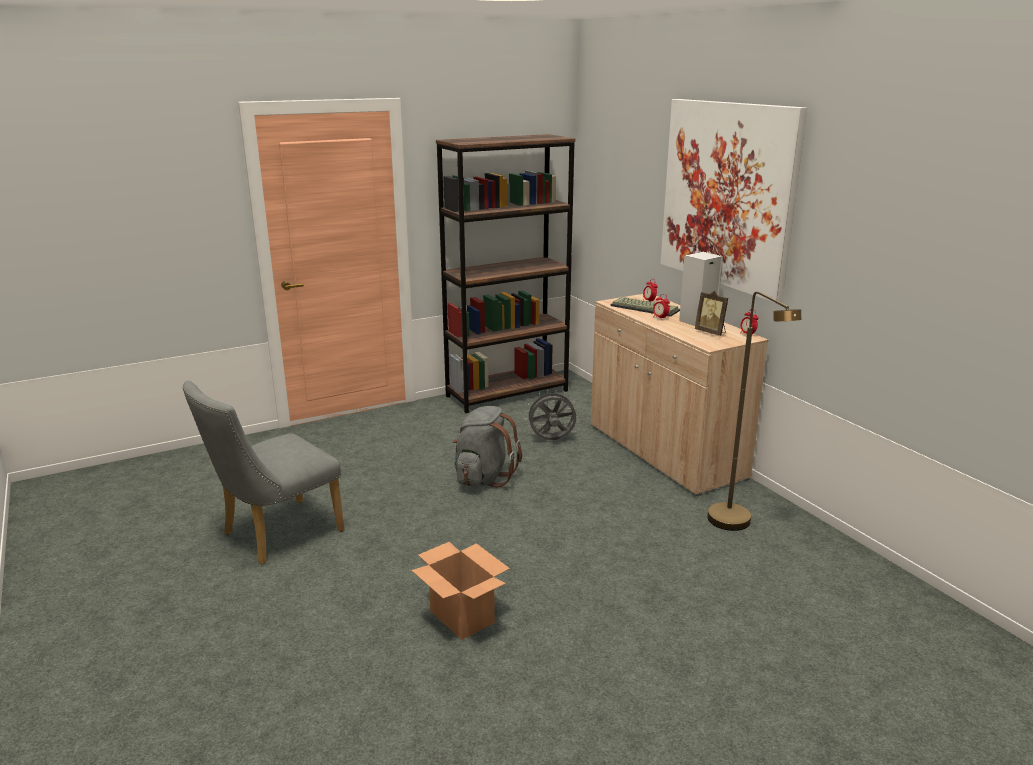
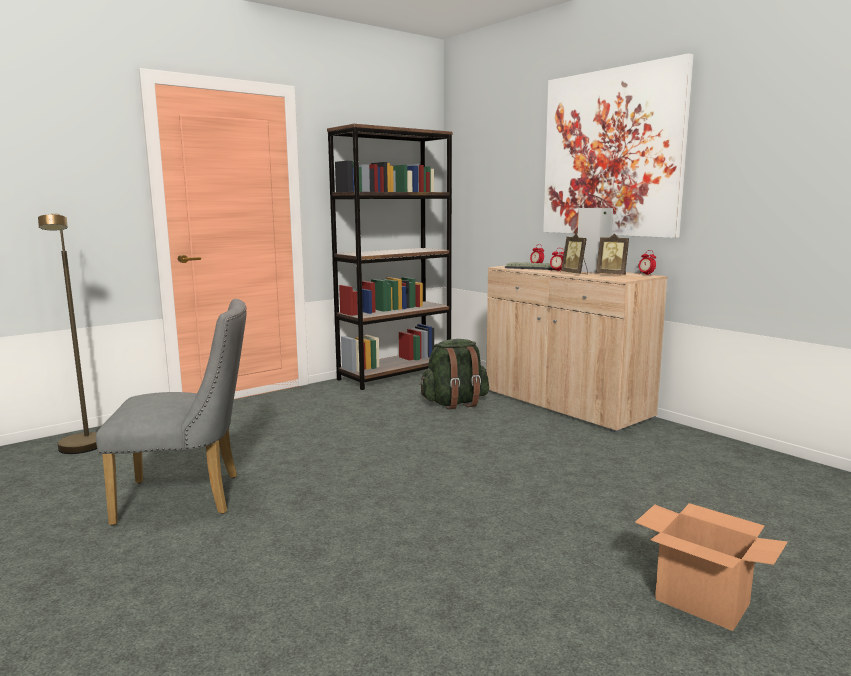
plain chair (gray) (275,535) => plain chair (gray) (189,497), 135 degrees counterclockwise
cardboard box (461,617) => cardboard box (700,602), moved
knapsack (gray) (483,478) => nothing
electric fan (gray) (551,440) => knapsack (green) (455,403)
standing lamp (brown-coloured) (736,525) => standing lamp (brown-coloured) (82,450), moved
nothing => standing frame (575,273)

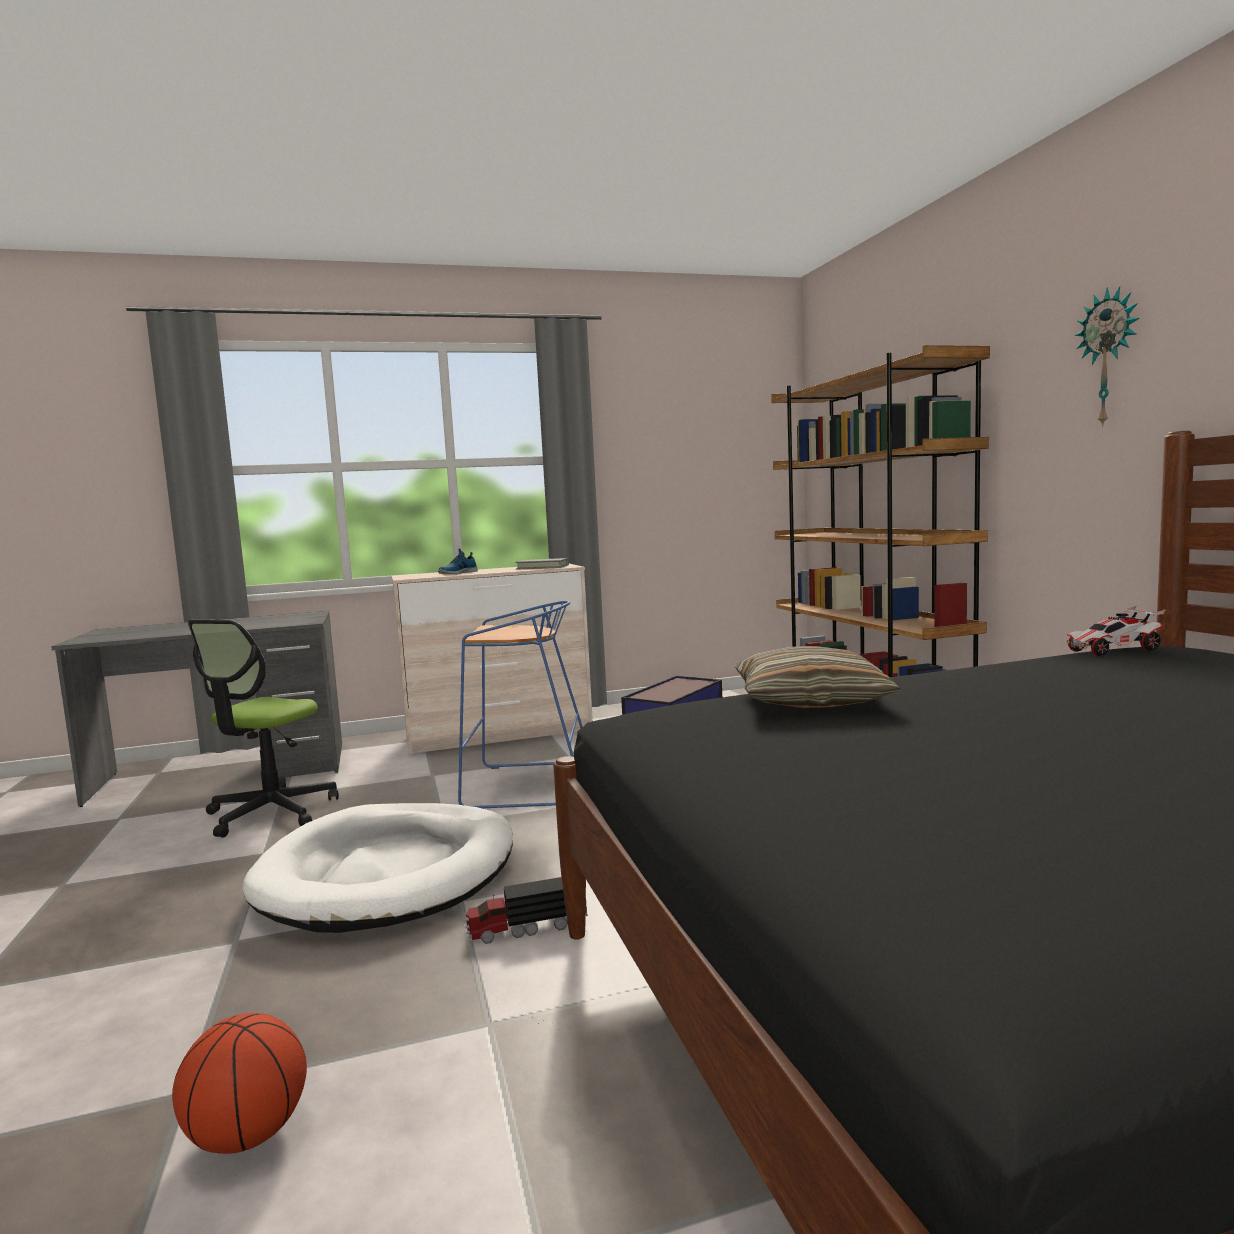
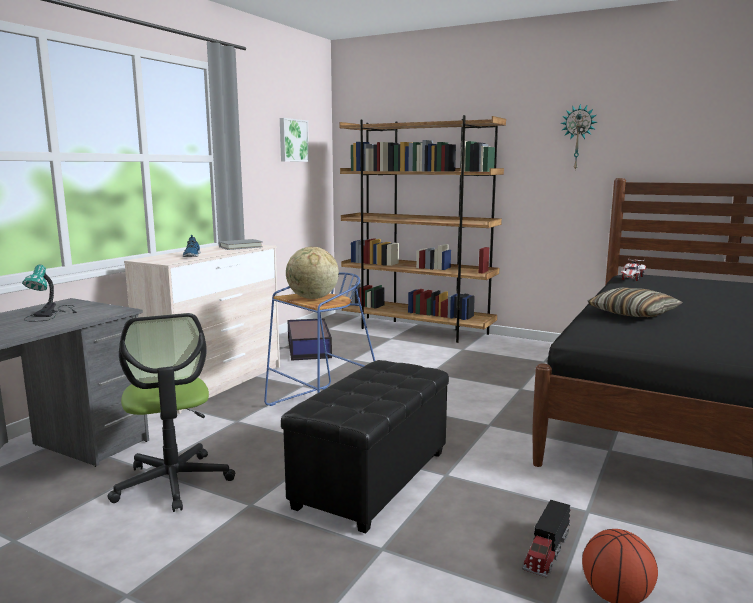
dog bed (white-coloured) (389,873) => ottoman (blackish) (371,479)
toy truck (526,928) => toy truck (546,551), moved
nothing => lamp for a table (52,313)
nothing => wall picture (292,140)
nothing => world globe (312,298)

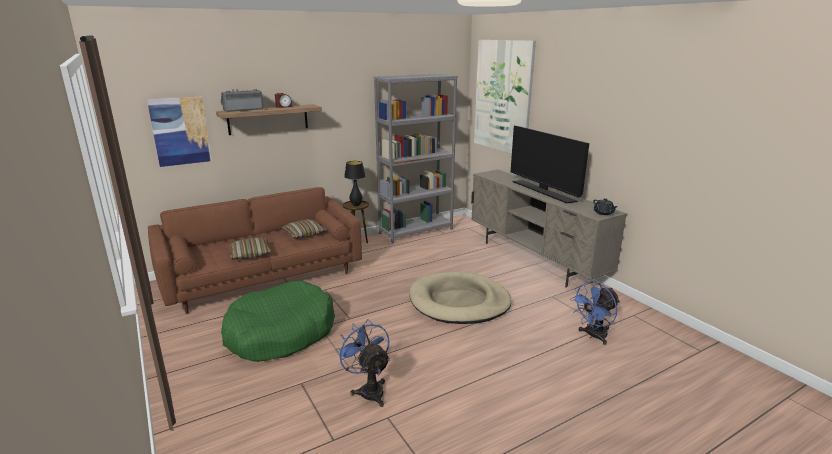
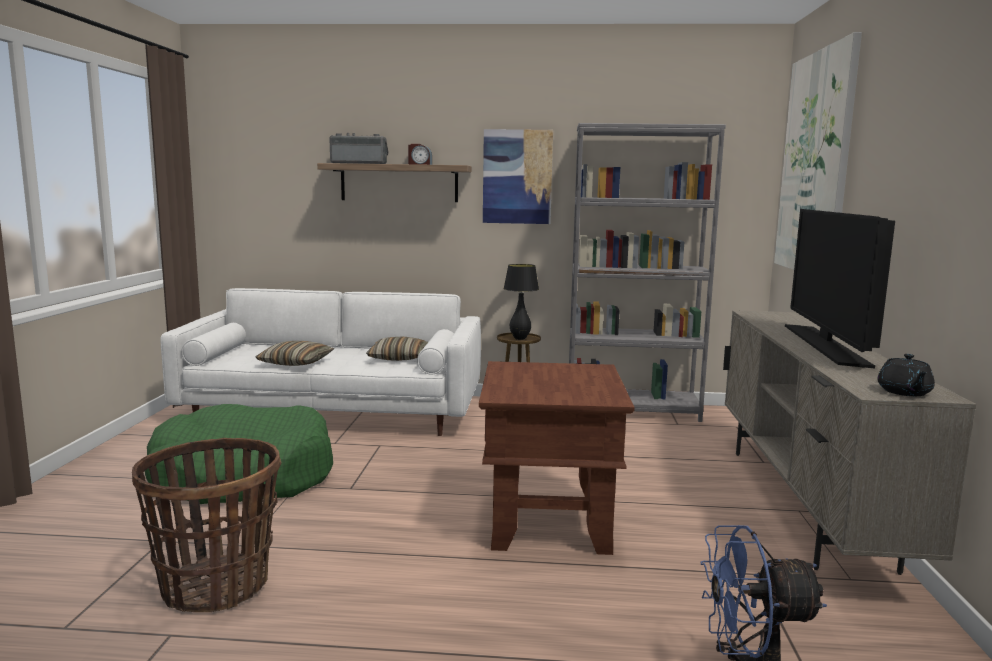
wall picture (180,131) => wall picture (517,177), moved
settee (brown-coloured) (262,276) => settee (white-coloured) (335,411)
electric fan (blue-coloured) (369,389) => household basket (216,585)
dog bed (sand-coloured) (459,302) => accent table (brown-coloured) (548,521)

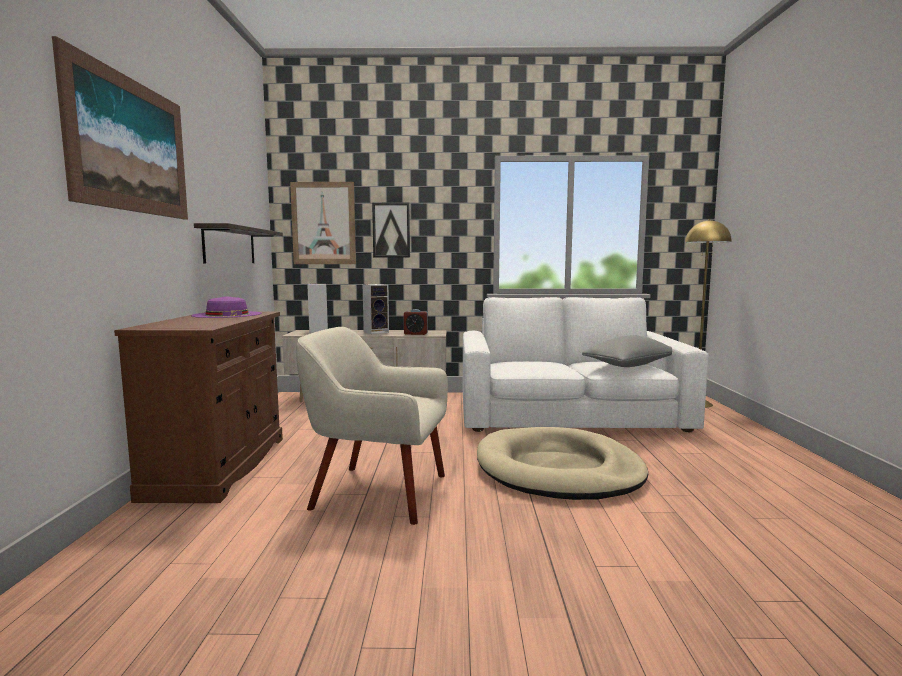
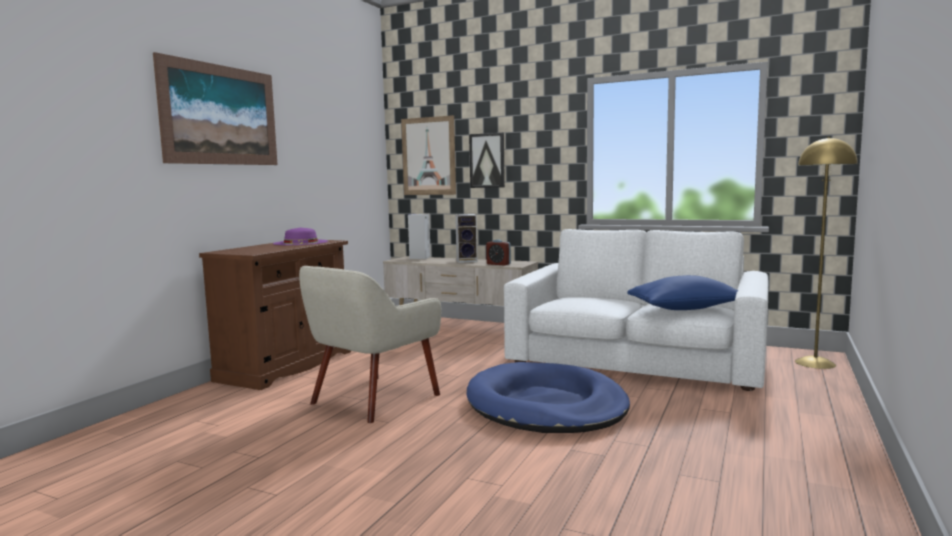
shelf (230,246) => nothing
lounge chair (sand-coloured) (377,491) => lounge chair (sand-coloured) (373,399), 90 degrees counterclockwise
dog bed (sand-coloured) (558,470) => dog bed (blue-coloured) (546,405)
pillow (gray) (631,366) => pillow (blue-coloured) (685,309)

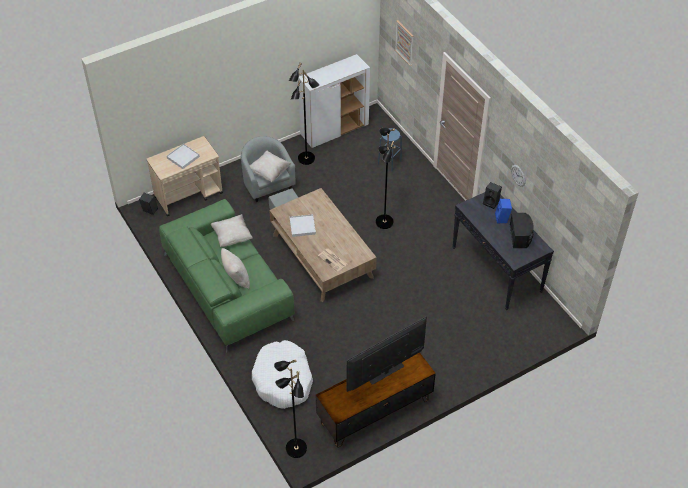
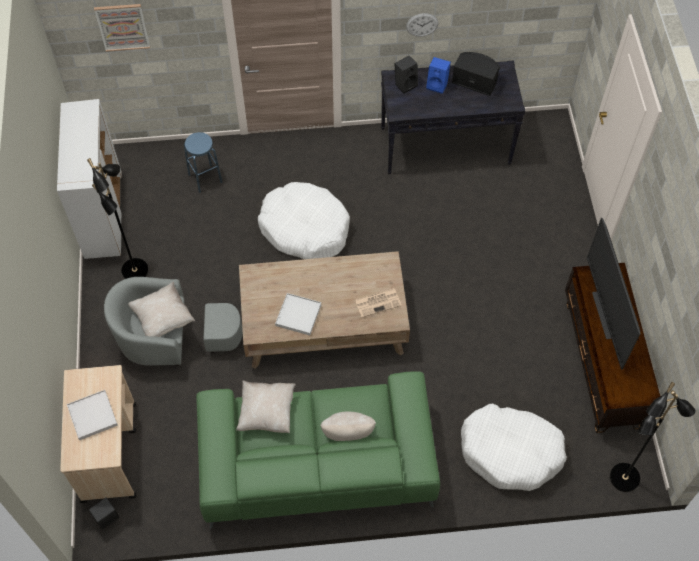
standing lamp (blackish) (383,222) => dog bed (white-coloured) (305,228)

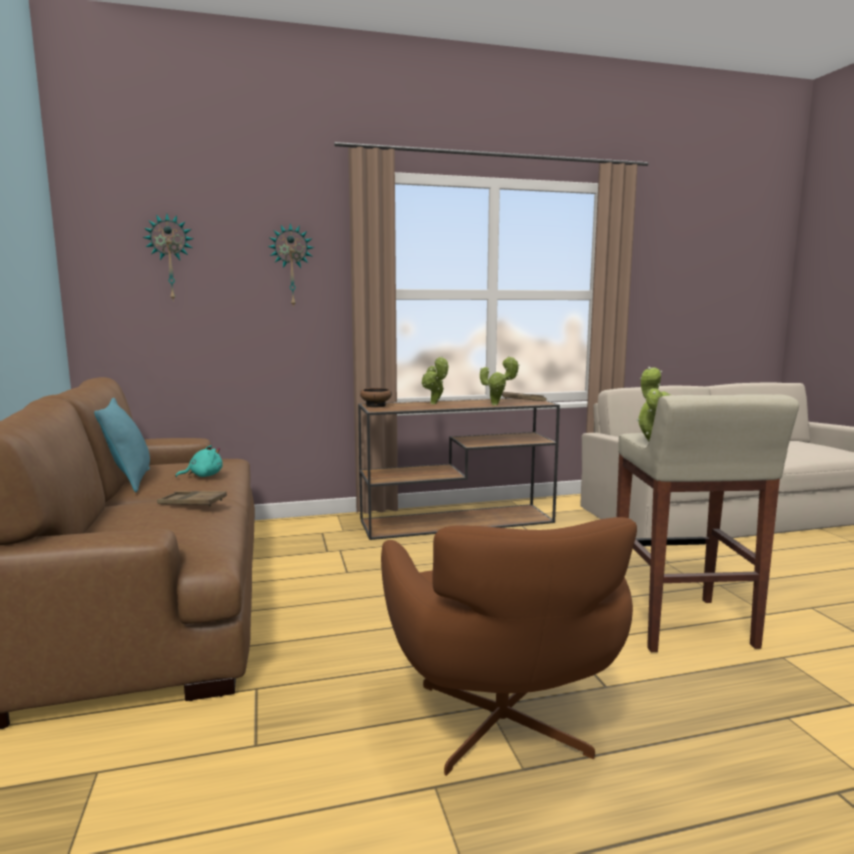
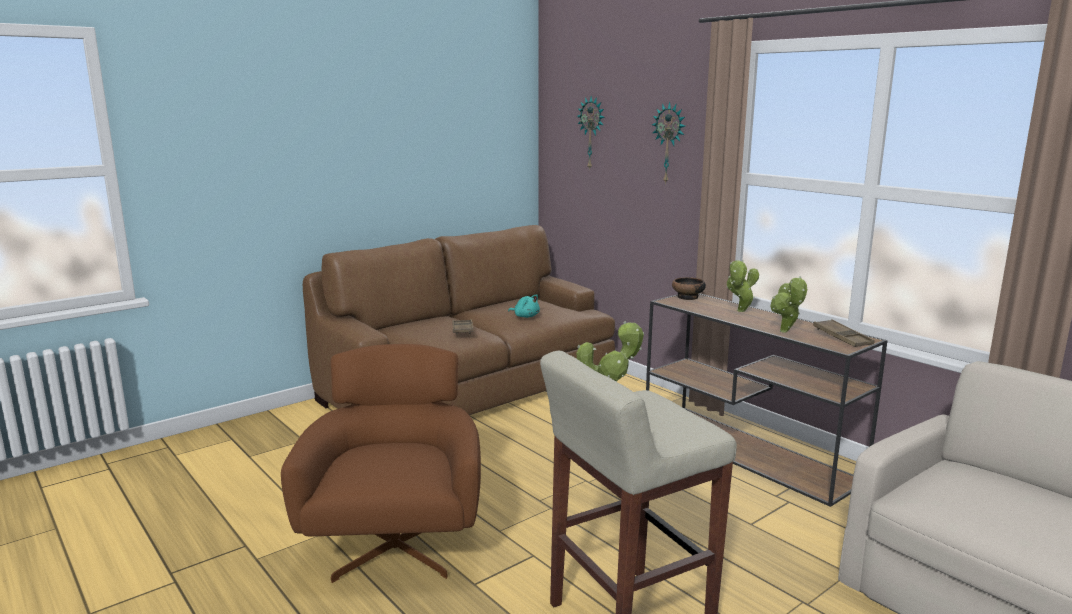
pillow (turquoise-coloured) (129,481) => nothing
lounge chair (brown-coloured) (503,725) => lounge chair (brown-coloured) (396,545), 120 degrees clockwise

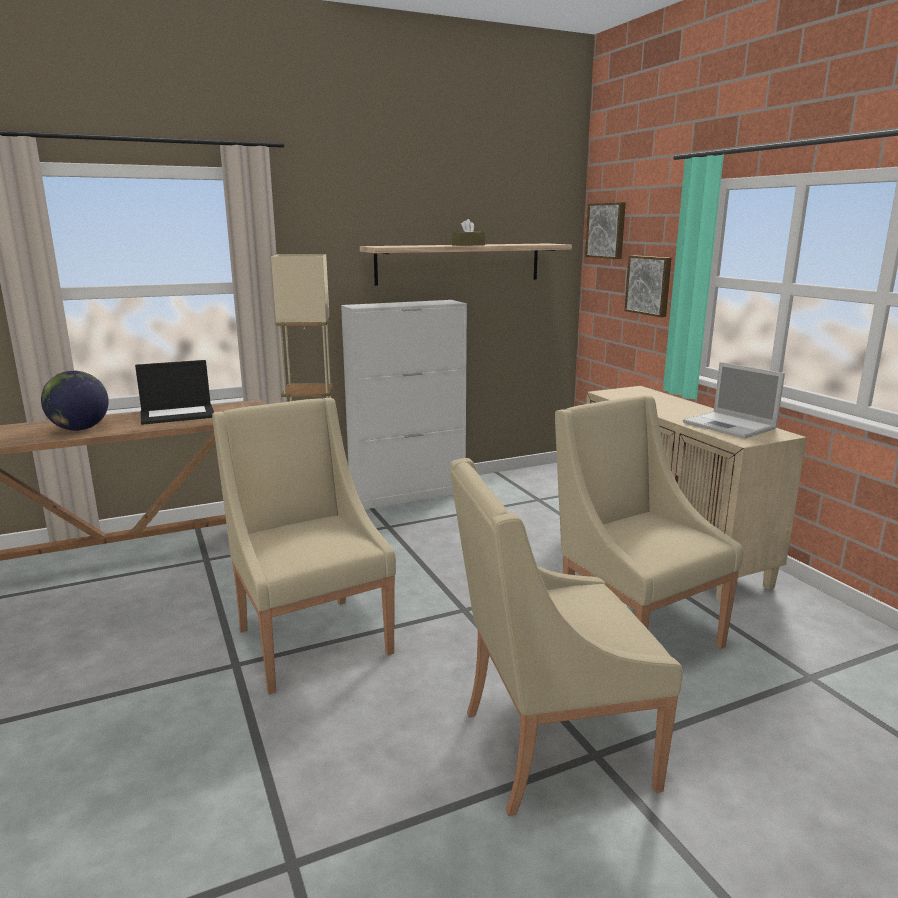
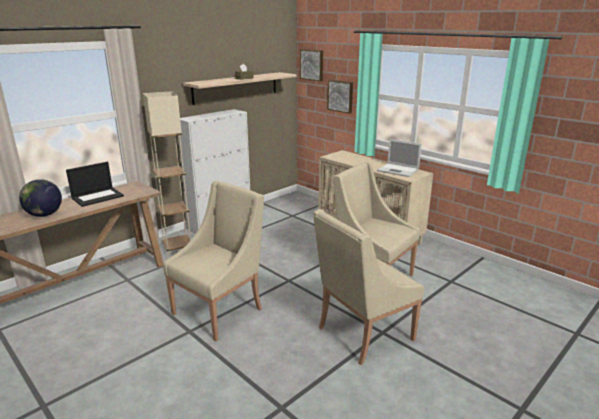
lounge chair (sand-coloured) (310,639) => lounge chair (sand-coloured) (220,310), 90 degrees clockwise

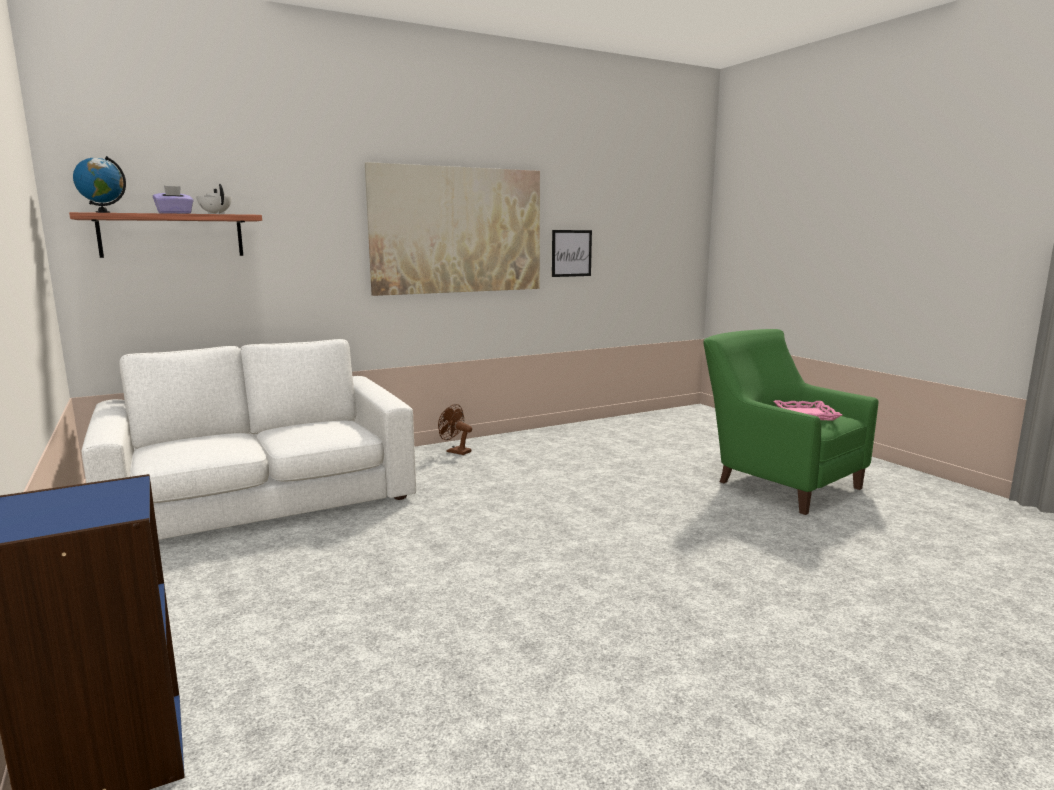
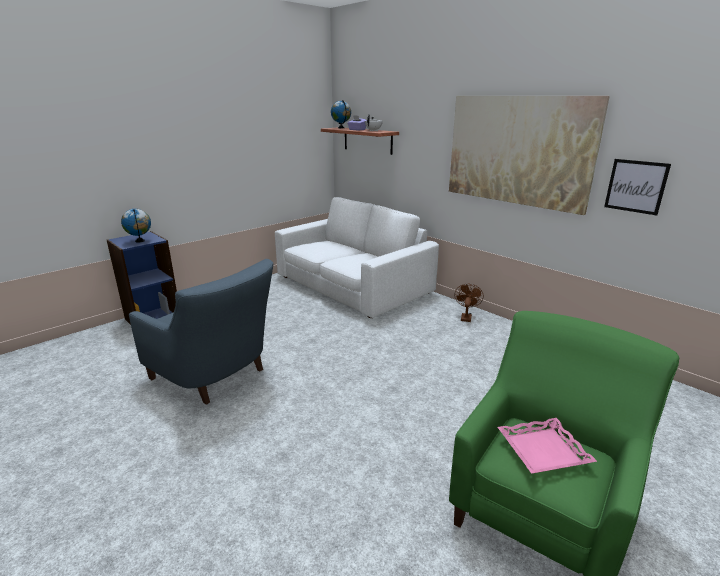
nothing => world globe (140,241)
nothing => lounge chair (blue-coloured) (217,376)

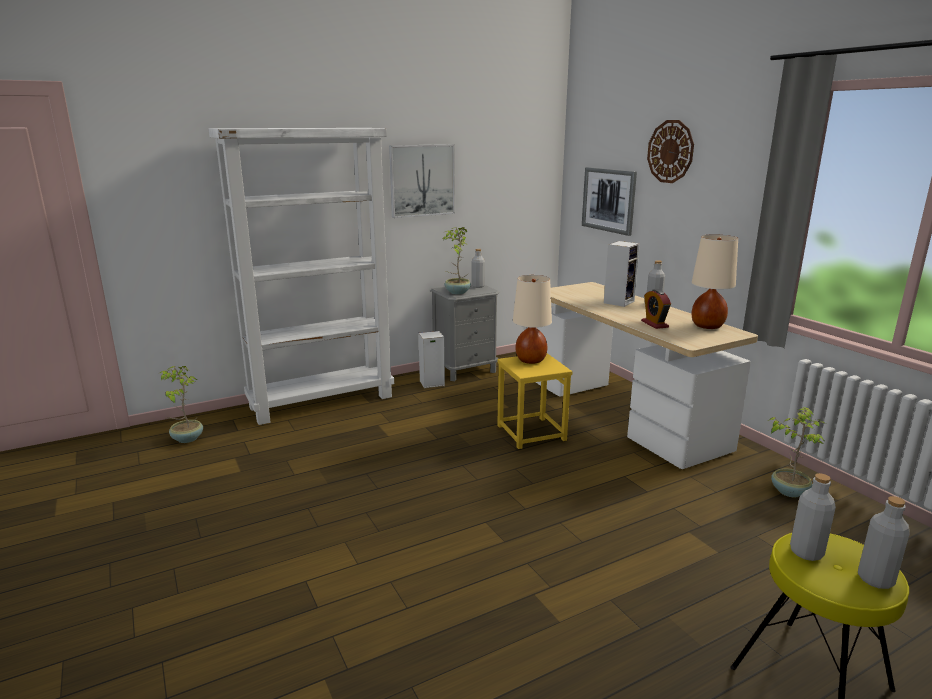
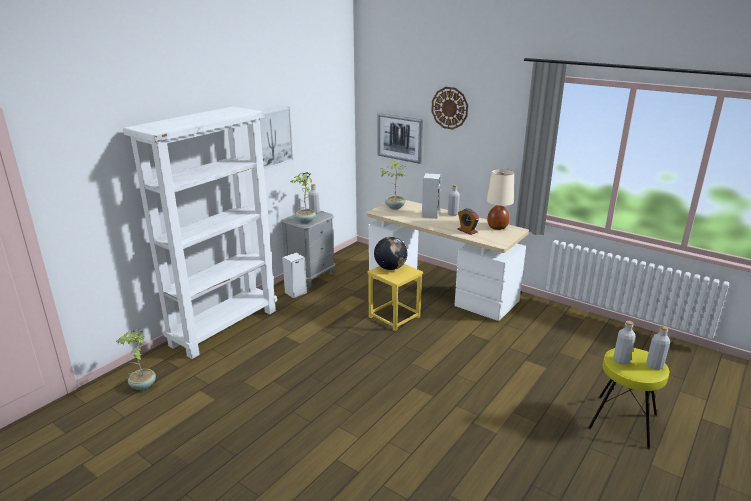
lamp for a table (sand-coloured) (531,360) => world globe (390,268)
potted plant (789,491) => potted plant (395,207), moved

